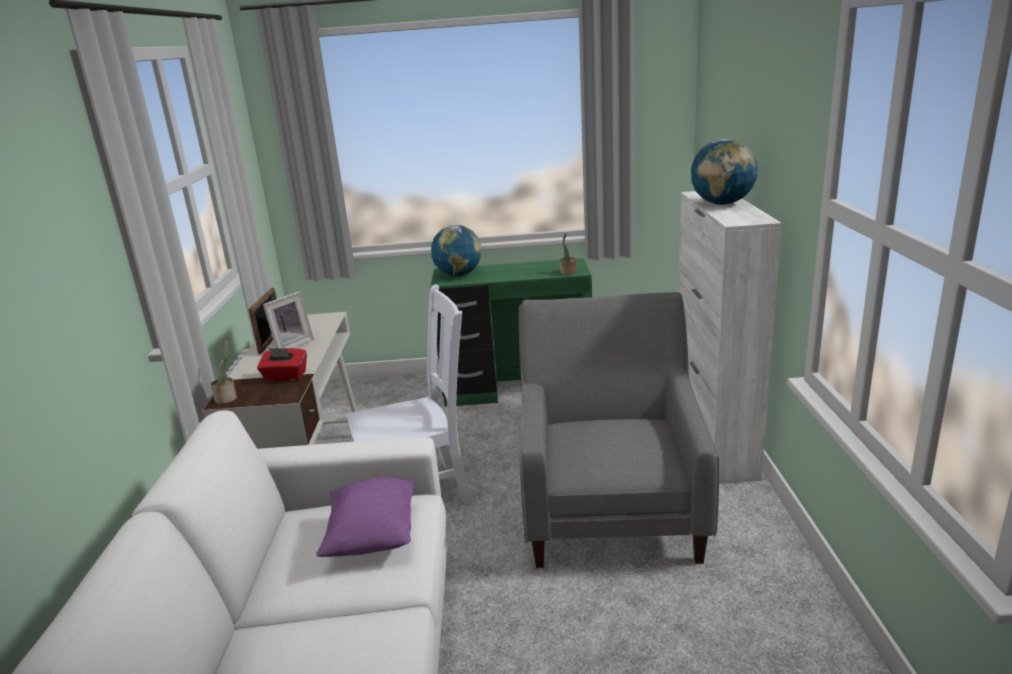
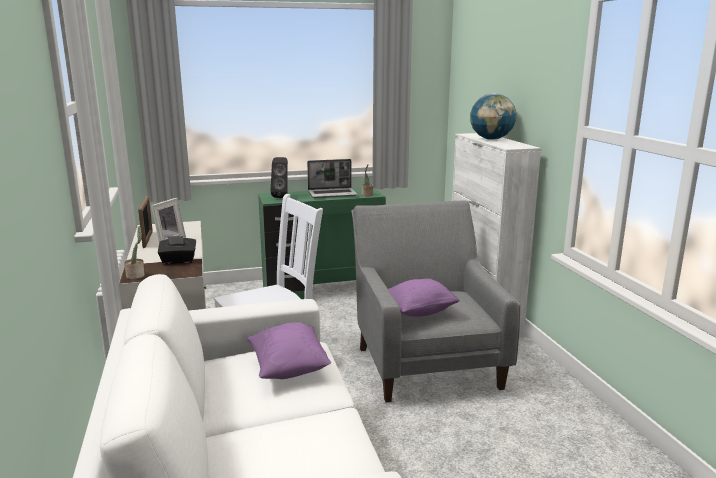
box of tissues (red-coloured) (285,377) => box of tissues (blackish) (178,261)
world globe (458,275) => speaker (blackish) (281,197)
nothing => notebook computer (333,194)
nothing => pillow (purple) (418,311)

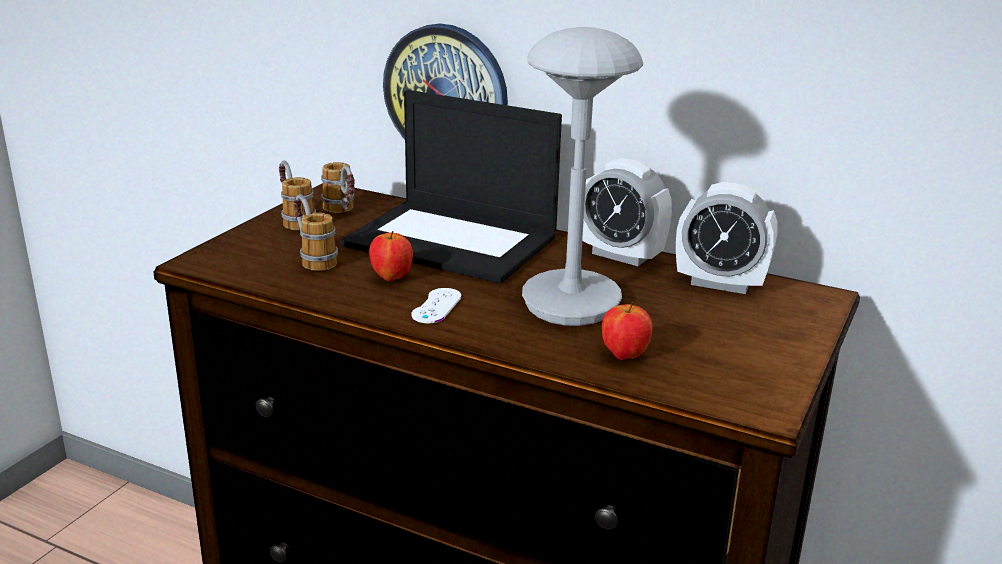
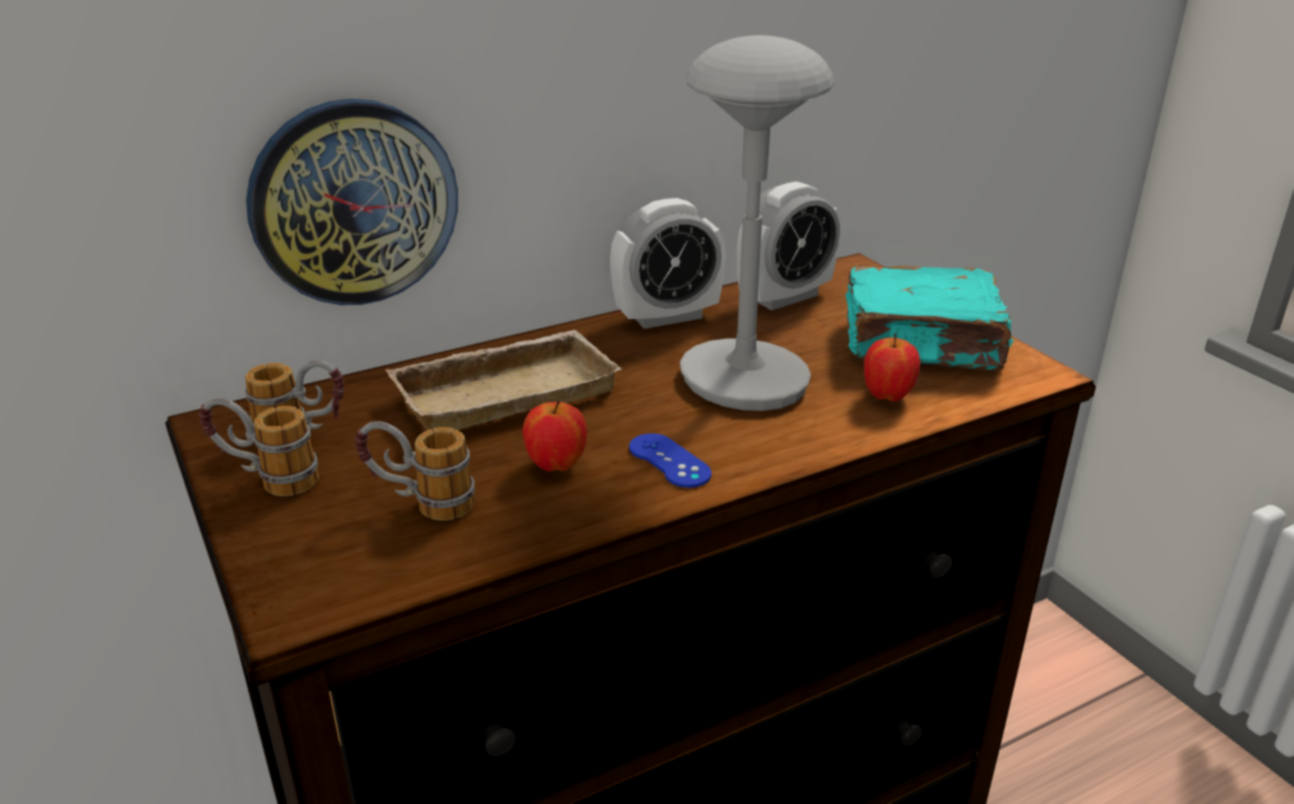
notebook computer (454,241) => tray (sand-coloured) (506,391)
gamepad (white-coloured) (436,306) => gamepad (blue-coloured) (669,461)
nothing => book (turquoise-coloured) (923,345)

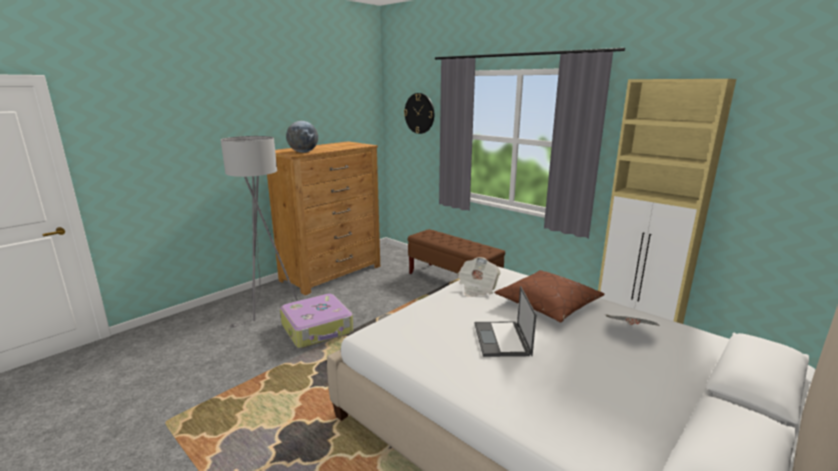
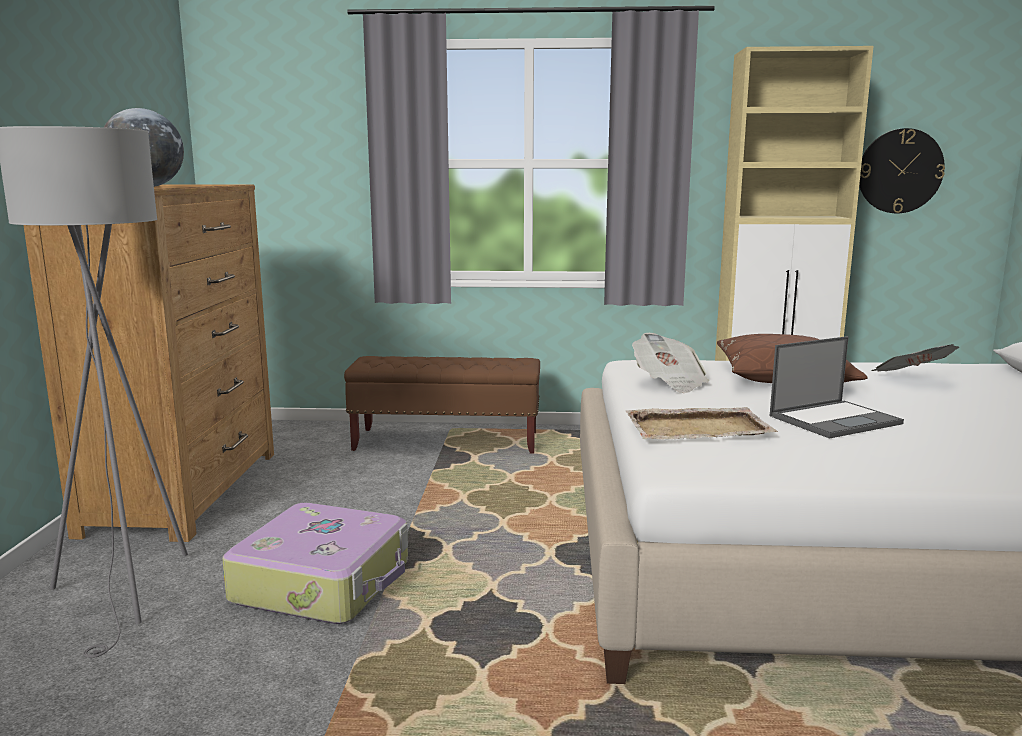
clock on the wall (419,113) => clock on the wall (900,171), moved
notebook computer (502,339) => notebook computer (835,419), 75 degrees counterclockwise
nothing => tray (sand-coloured) (699,428)

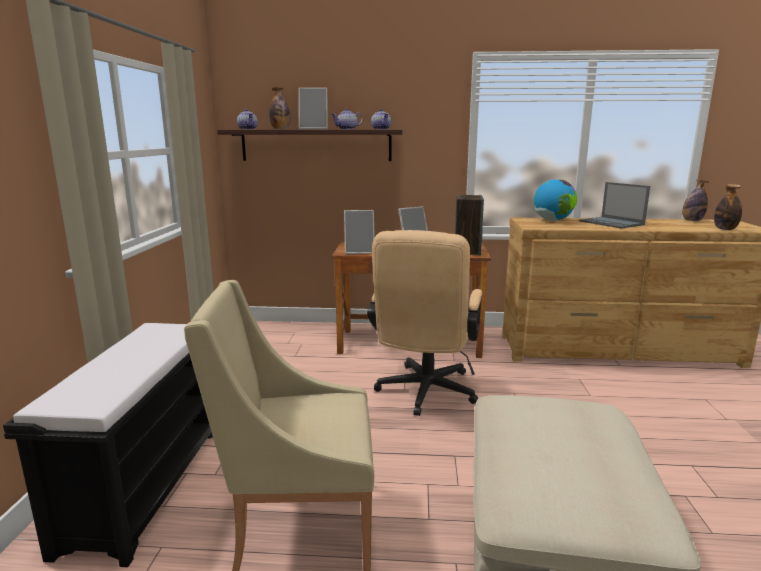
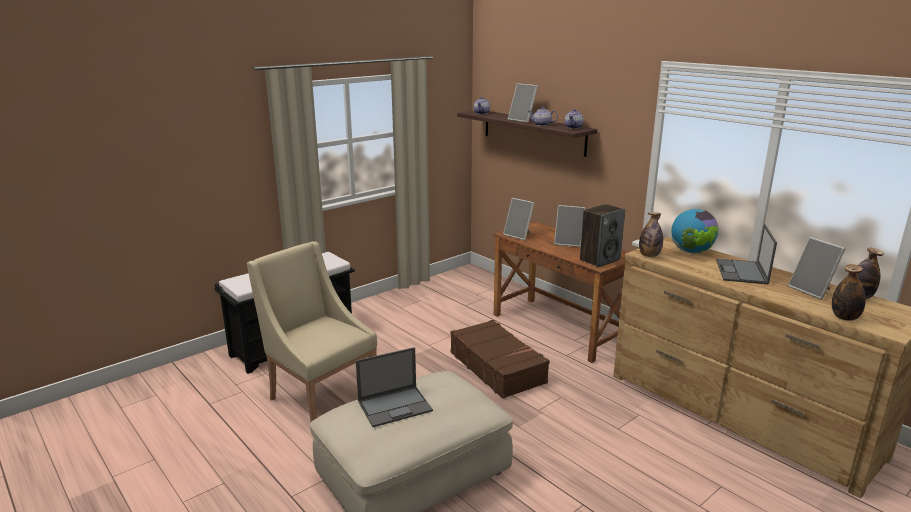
bottle (280,129) => bottle (649,255), moved
computer chair (sand-coloured) (424,394) => suitcase (brown-coloured) (497,367)
nothing => notebook computer (395,406)
nothing => standing frame (812,291)

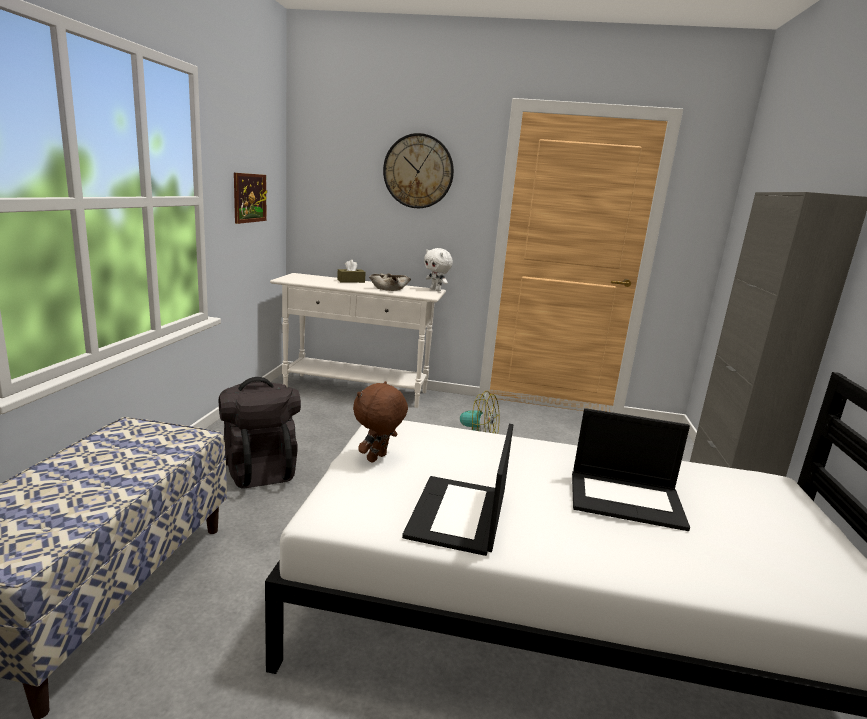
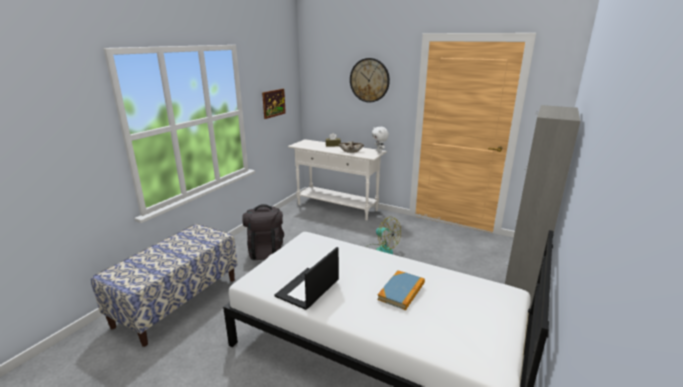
cuddly toy (brown-coloured) (377,458) => nothing
notebook computer (627,499) => book (401,291)

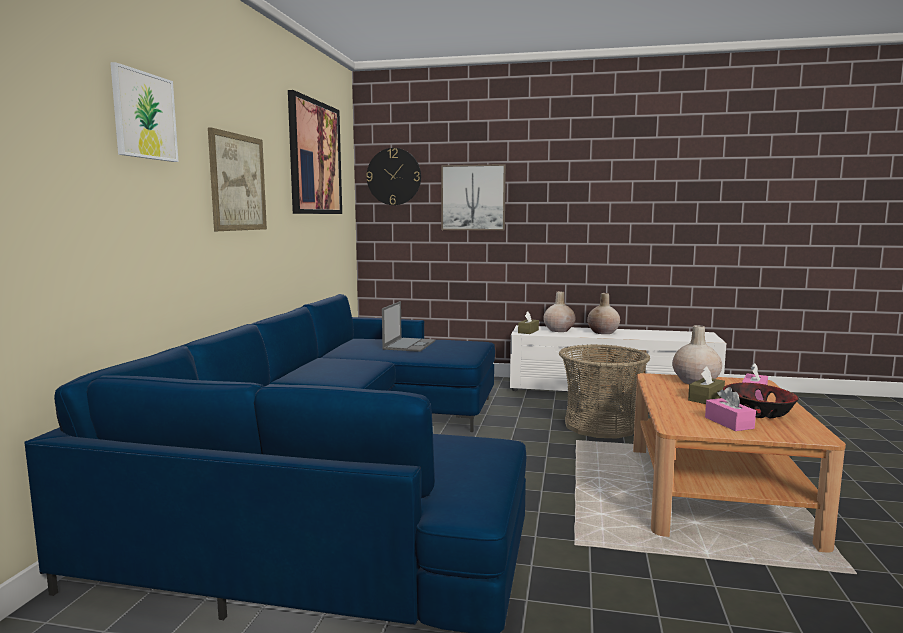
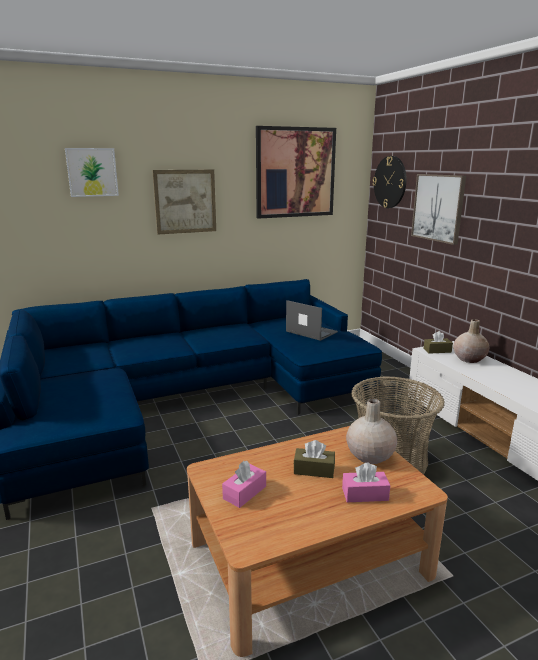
notebook computer (409,345) => notebook computer (310,331), 120 degrees counterclockwise
flower vase (sand-coloured) (603,332) => nothing
deep dish (758,413) => nothing

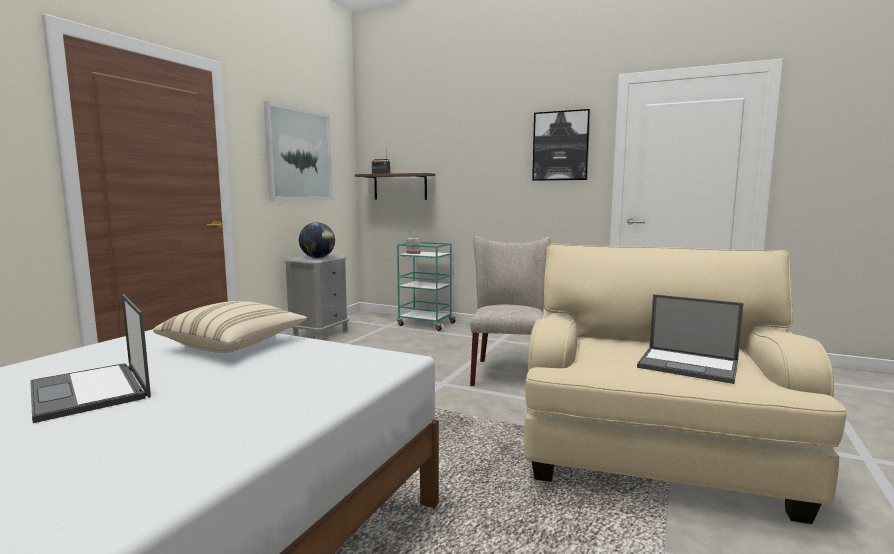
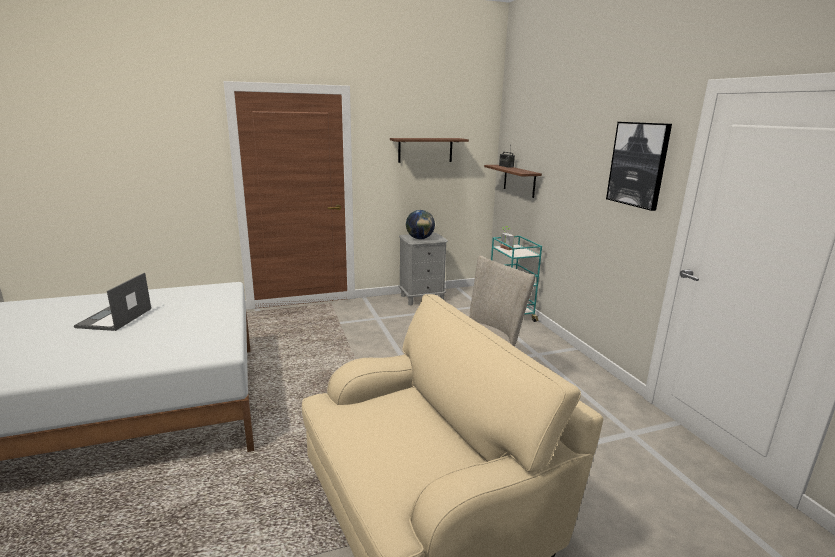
pillow (sand-coloured) (235,344) => nothing
wall picture (299,155) => shelf (425,150)
notebook computer (689,365) => nothing

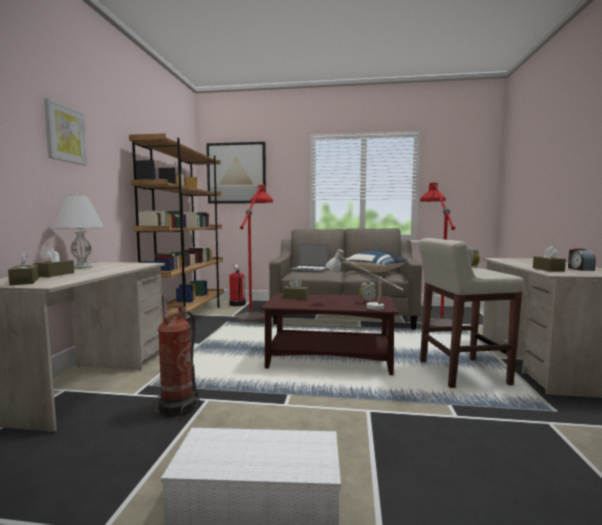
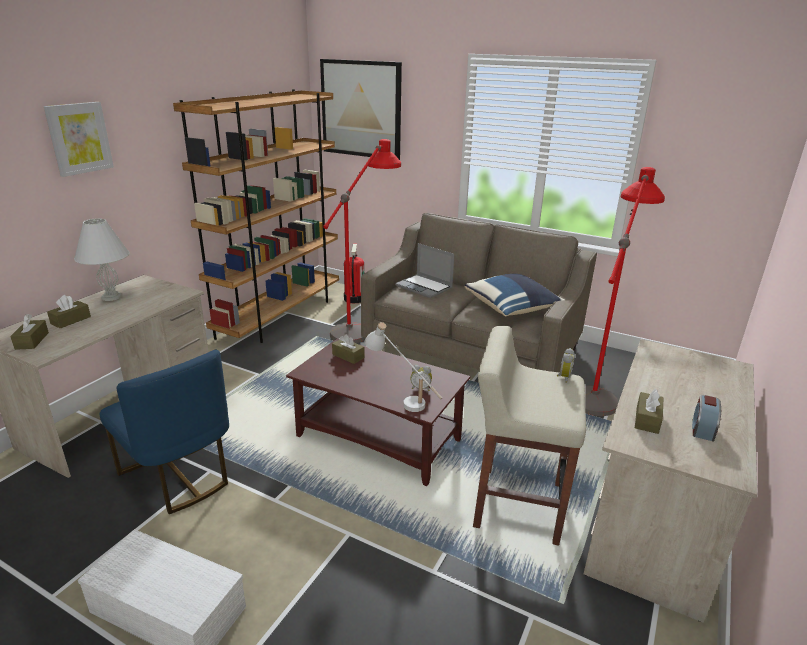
extinguisher (179,408) => plain chair (blue-coloured) (179,476)

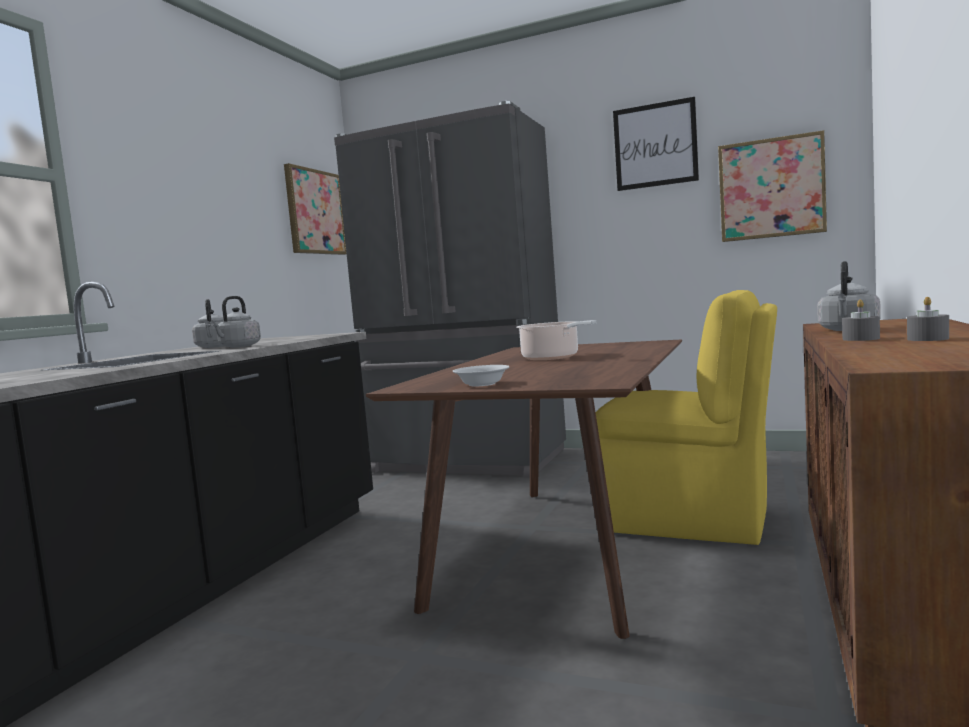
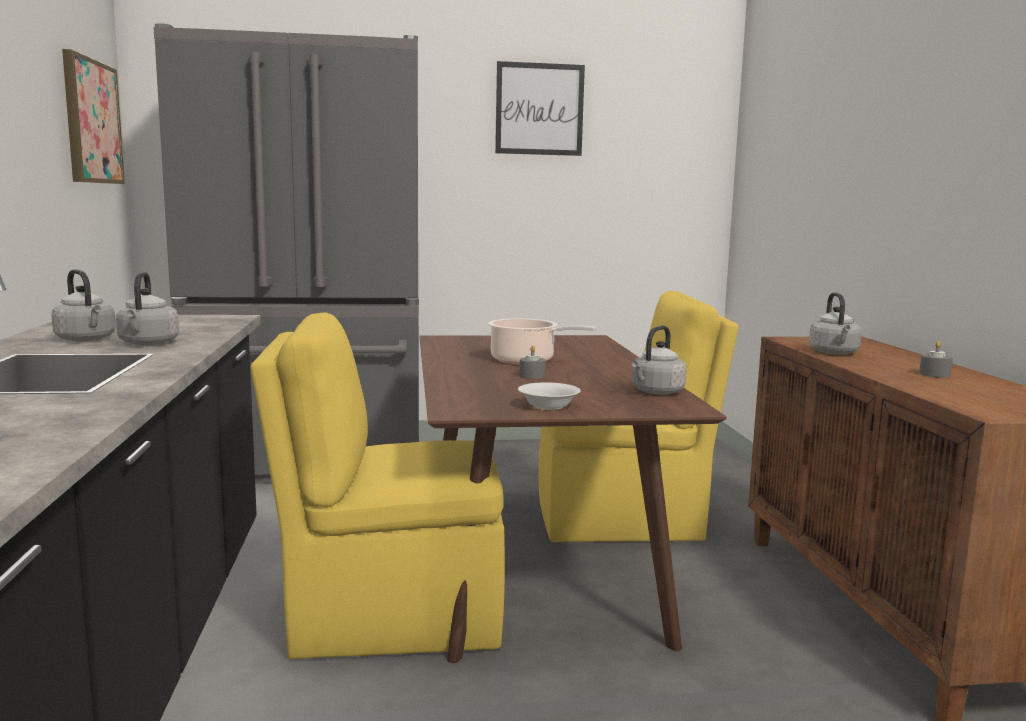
wall picture (771,188) => nothing
wax candle (gray) (861,339) => wax candle (gray) (532,376), moved
nothing => plain chair (yellow) (389,615)
nothing => water kettle (gray) (656,392)

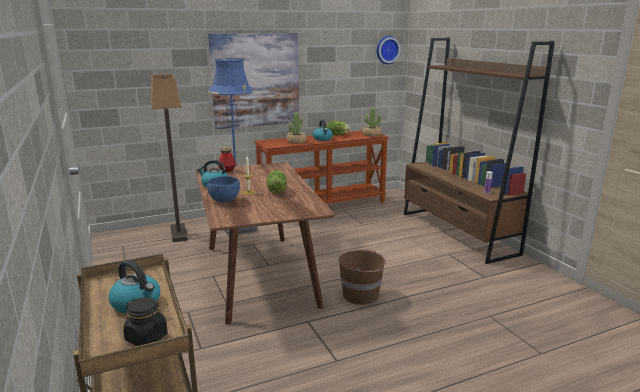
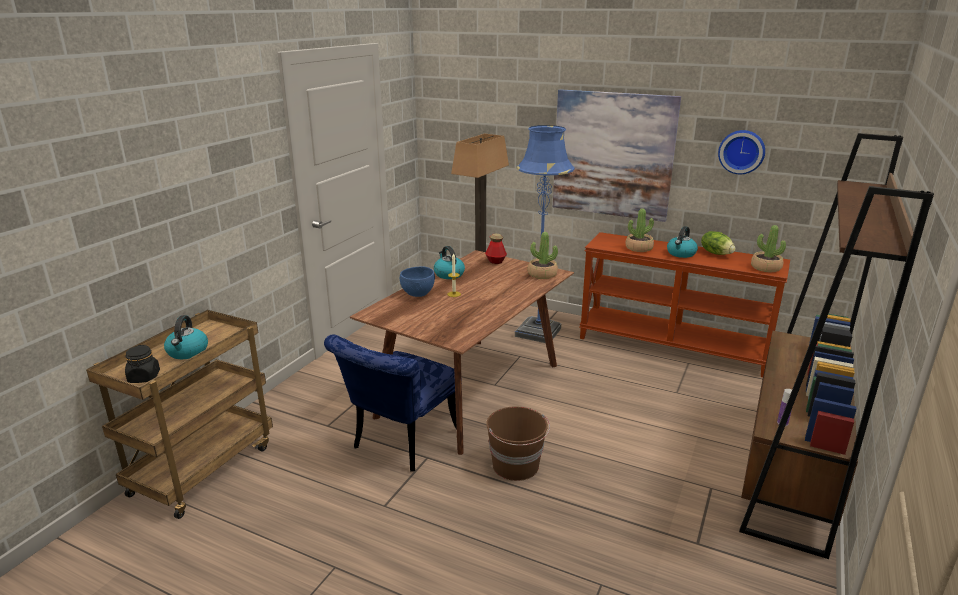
lettuce (276,191) => nothing
clock on the wall (387,50) => clock on the wall (741,151), moved
nothing => plain chair (blue-coloured) (400,443)
nothing => potted plant (542,274)

